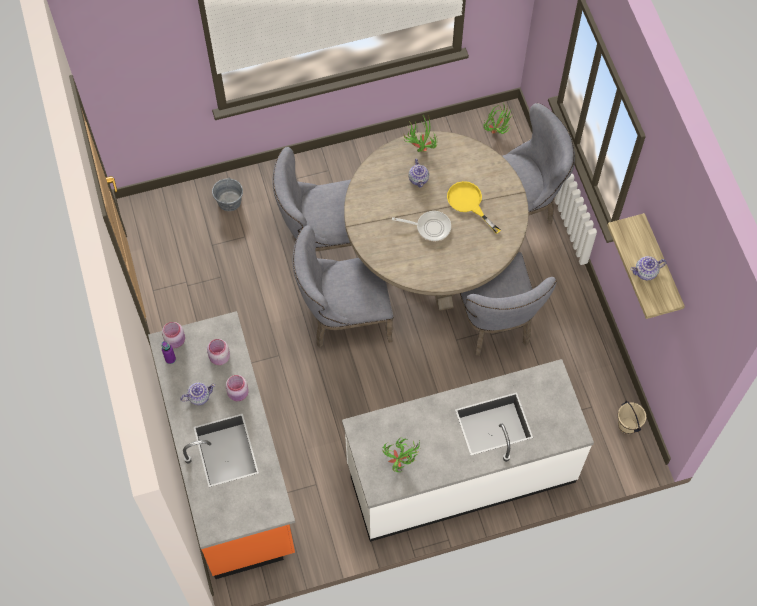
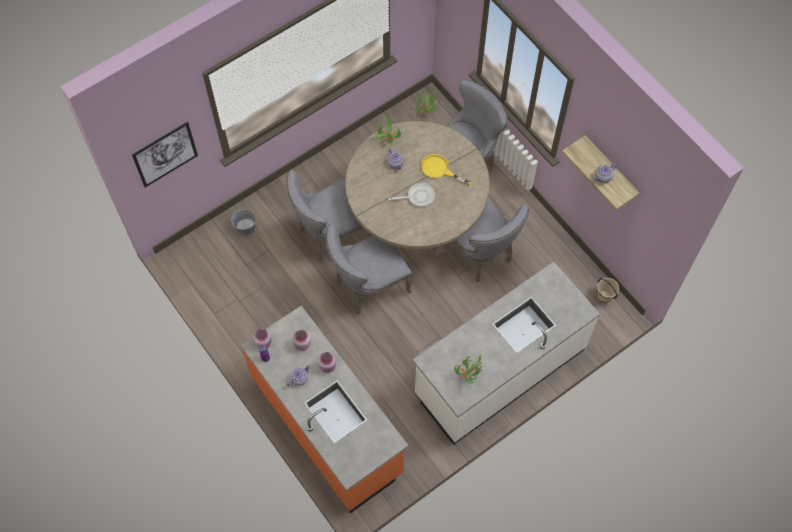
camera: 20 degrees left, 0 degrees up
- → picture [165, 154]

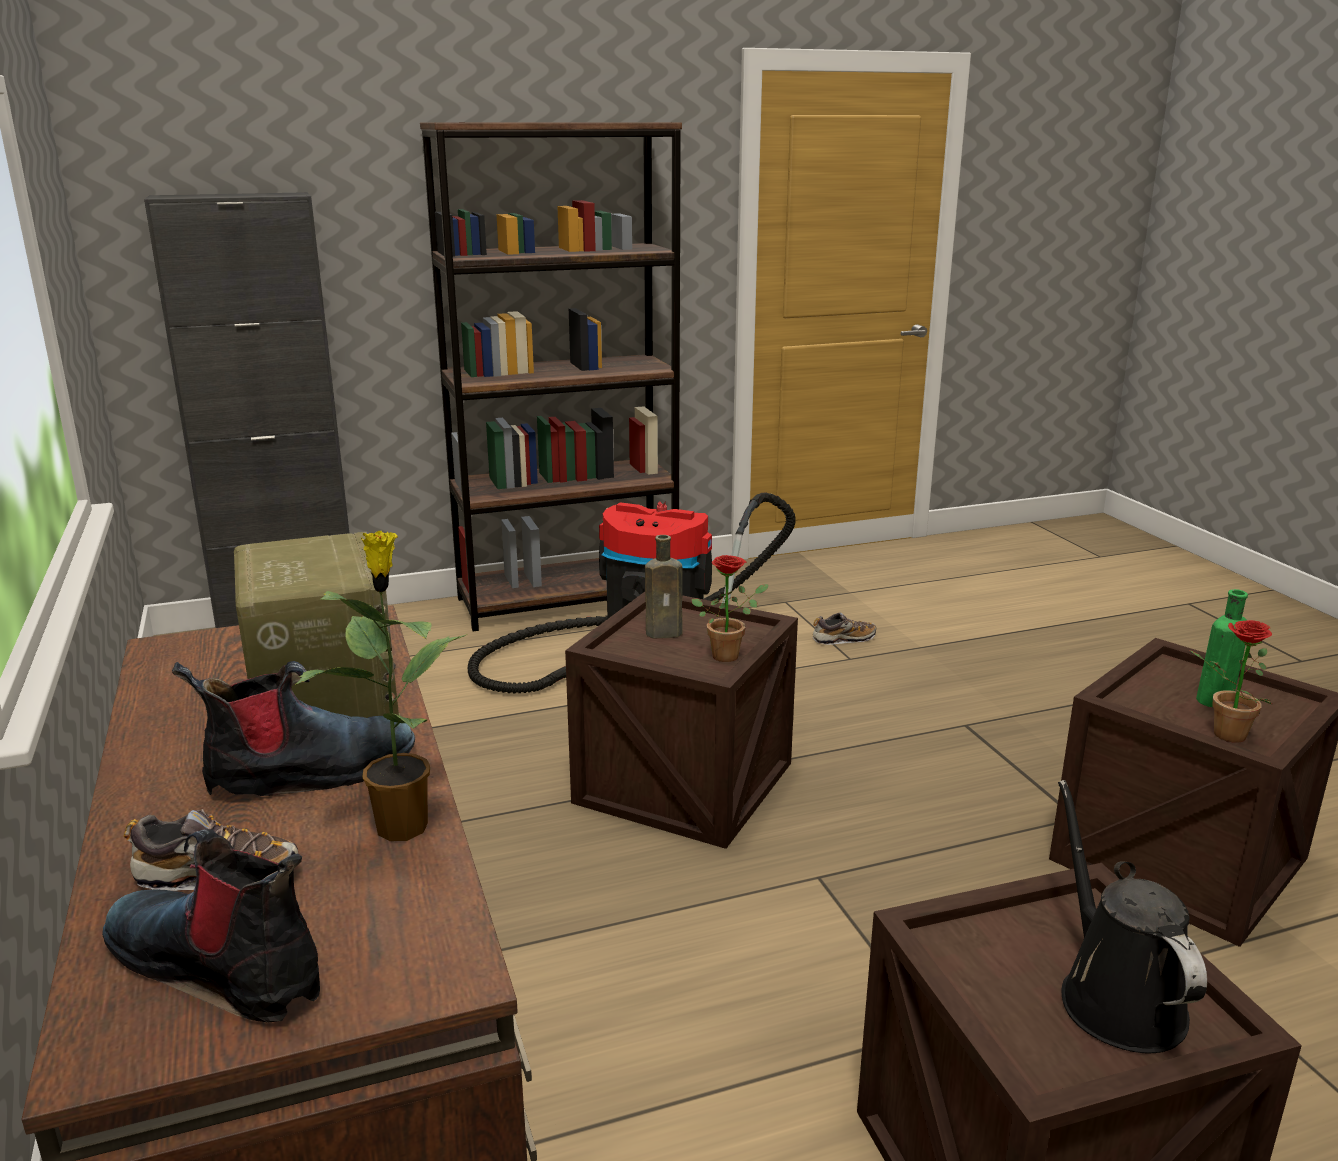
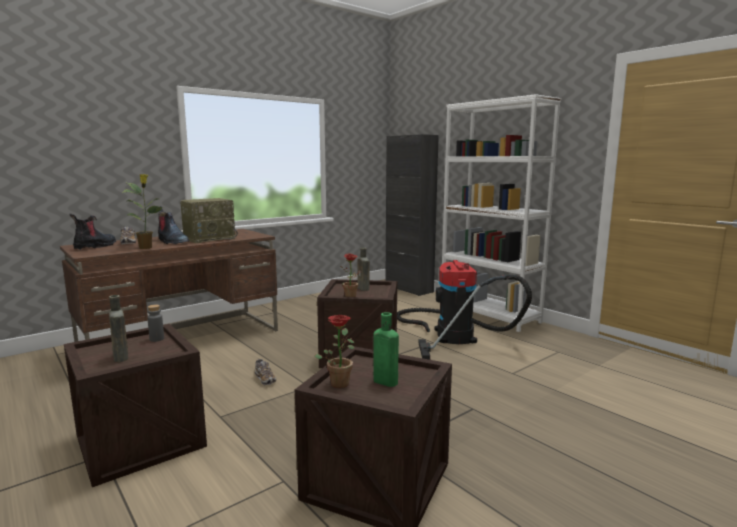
camera: 70 degrees right, 10 degrees down
bookcase in brown [568, 600] → bookcase in white [489, 315]
shoe [843, 639] → shoe [265, 379], shifted
watering can in black [1115, 996] → bottle in brown [121, 358]
- → bottle in grey [157, 339]

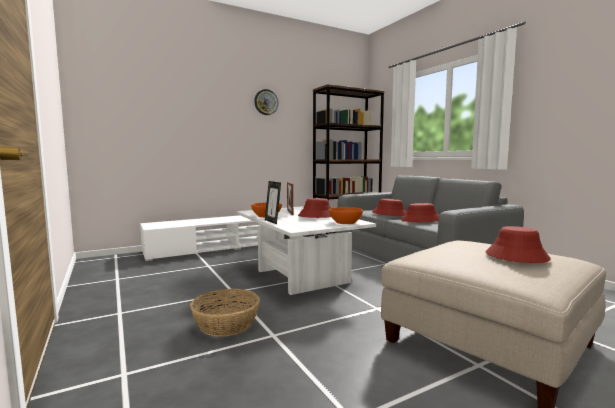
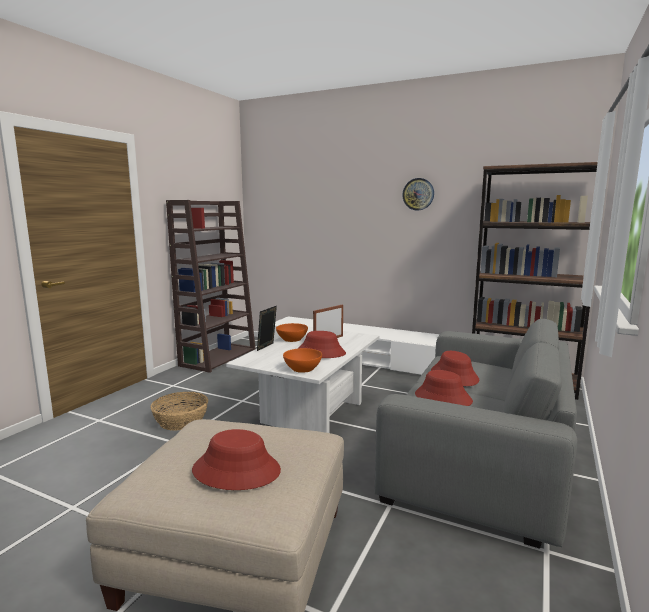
camera: 55 degrees right, 5 degrees up
- → bookcase in brown [218, 357]

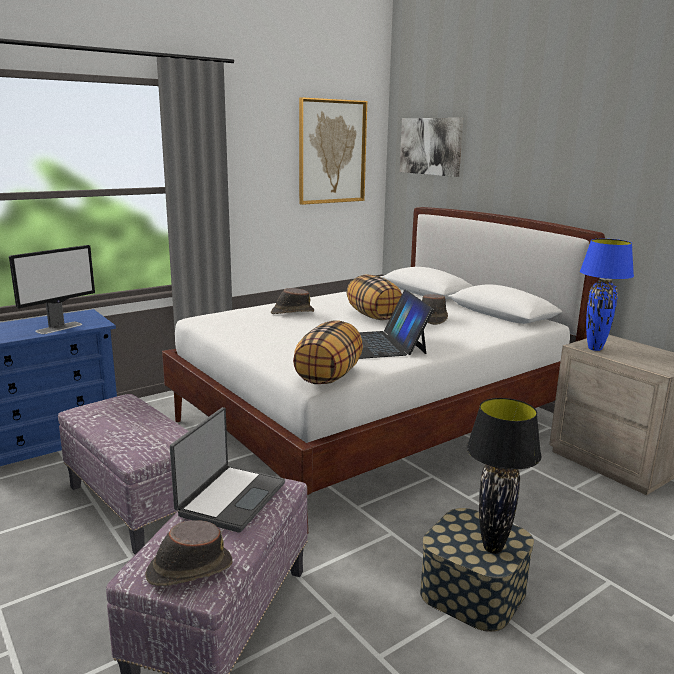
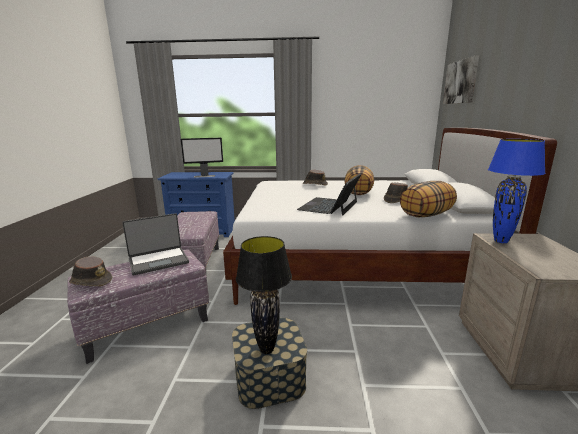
camera: 40 degrees right, 0 degrees up
pillow [329, 376] → pillow [426, 215], shifted
picture [332, 152] → -

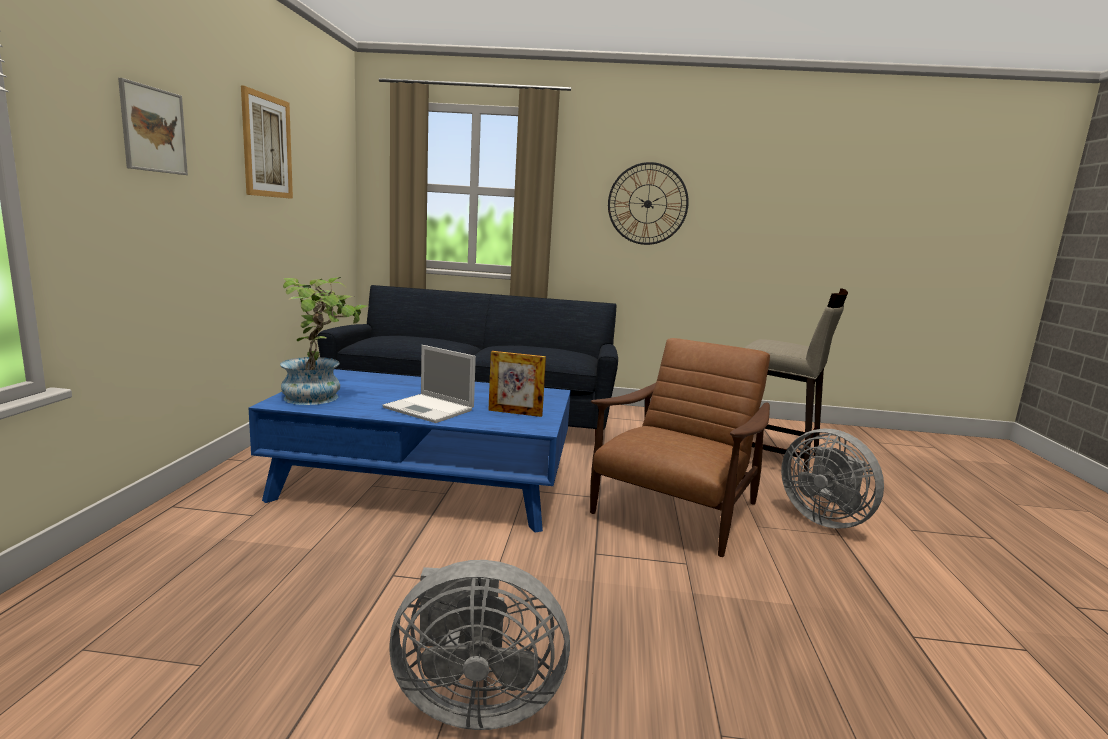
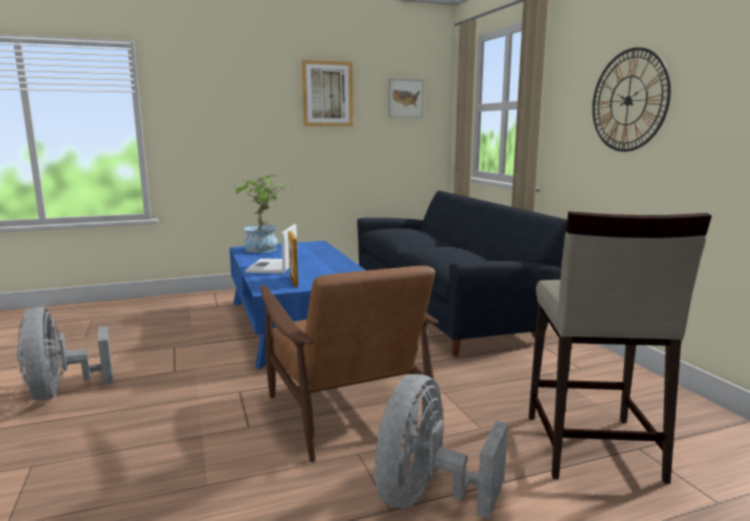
camera: 65 degrees right, 0 degrees up
picture [153, 130] → picture [405, 98], shifted
armchair in brown [675, 511] → armchair in brown [347, 409], 60 degrees clockwise

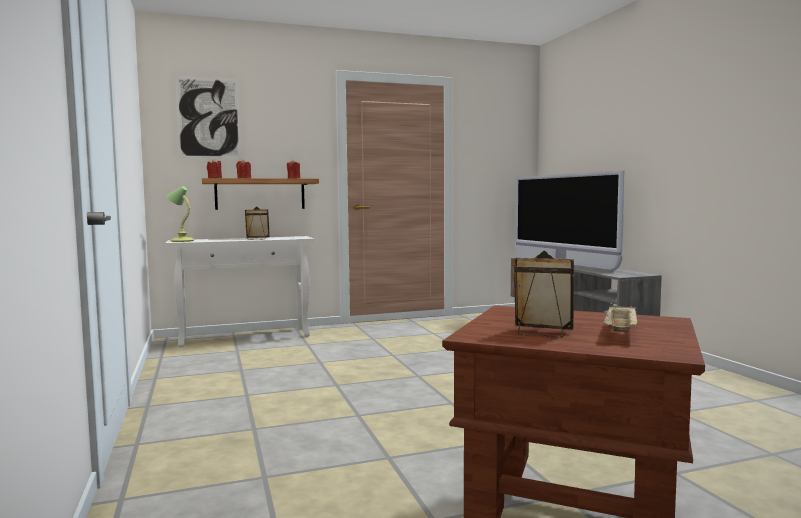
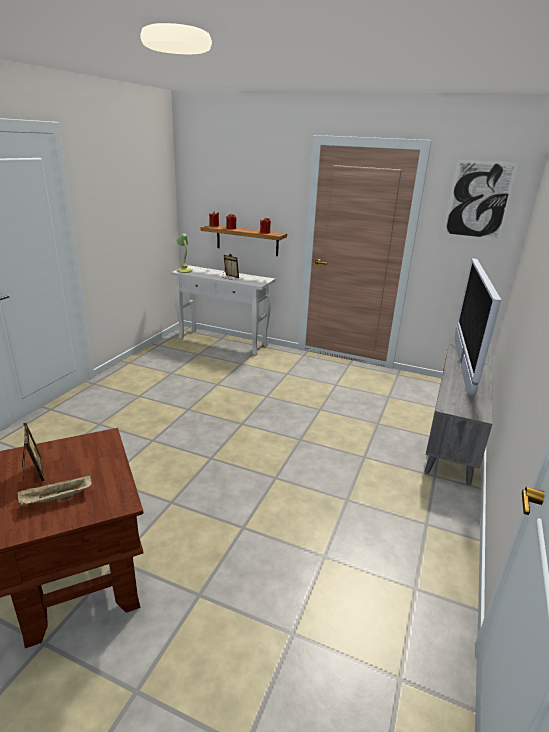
camera: 40 degrees right, 20 degrees up
picture [208, 118] → picture [478, 200], shifted

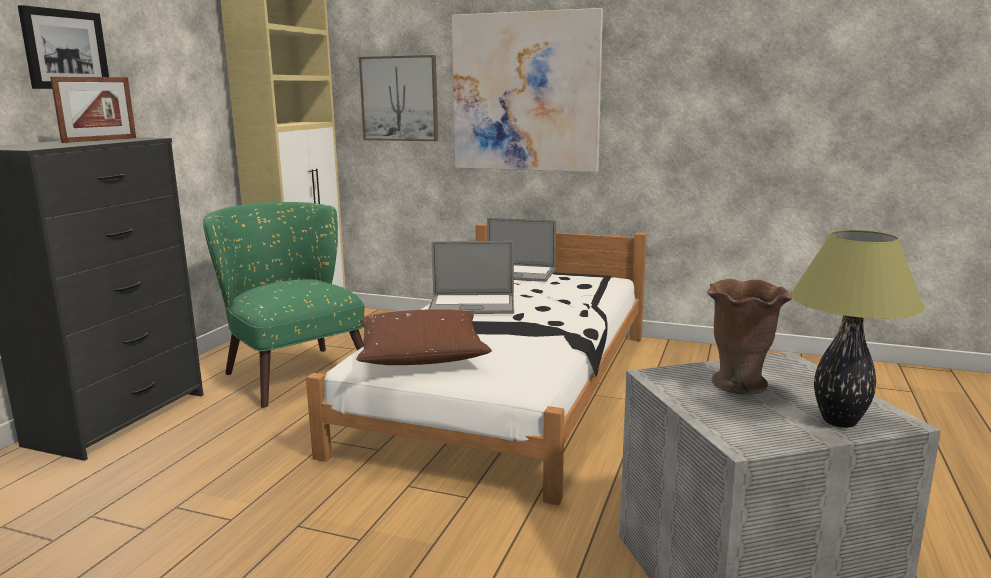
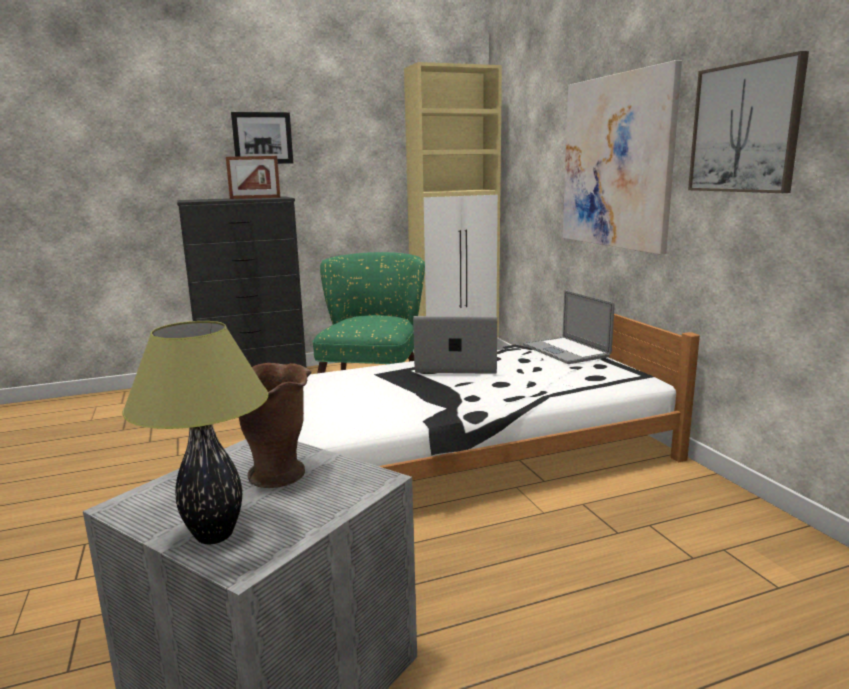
camera: 50 degrees right, 0 degrees up
pillow in brown [421, 355] → -
picture [400, 98] → picture [745, 128], shifted
laptop [472, 305] → laptop [456, 365], 135 degrees clockwise

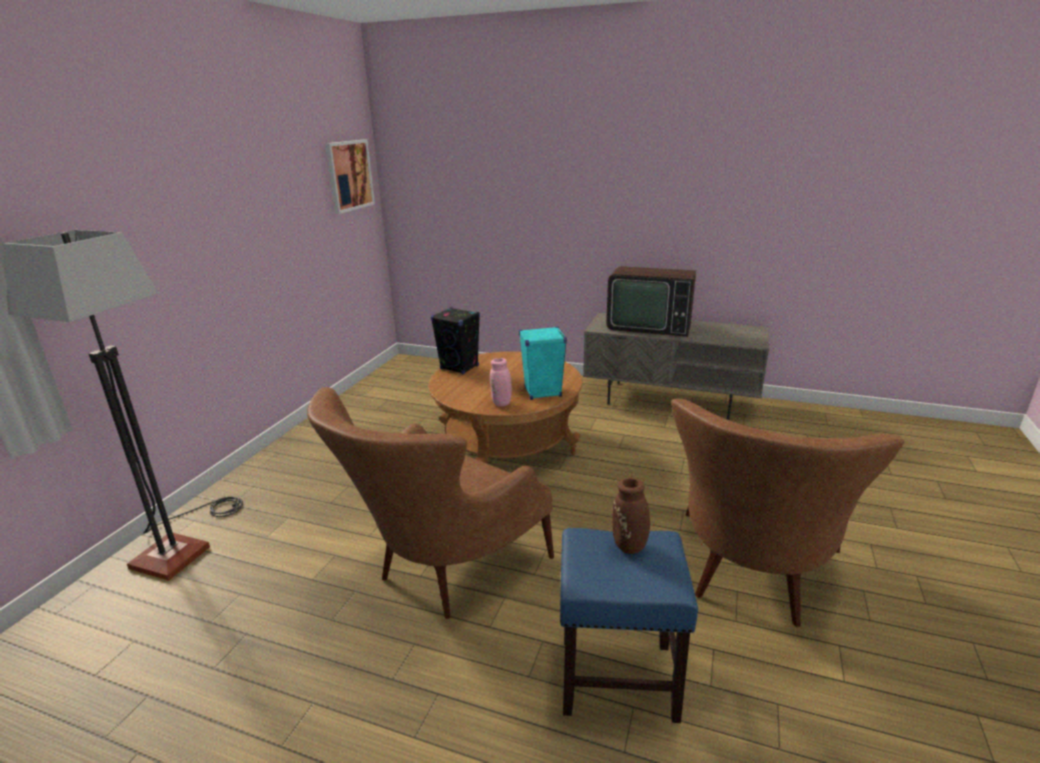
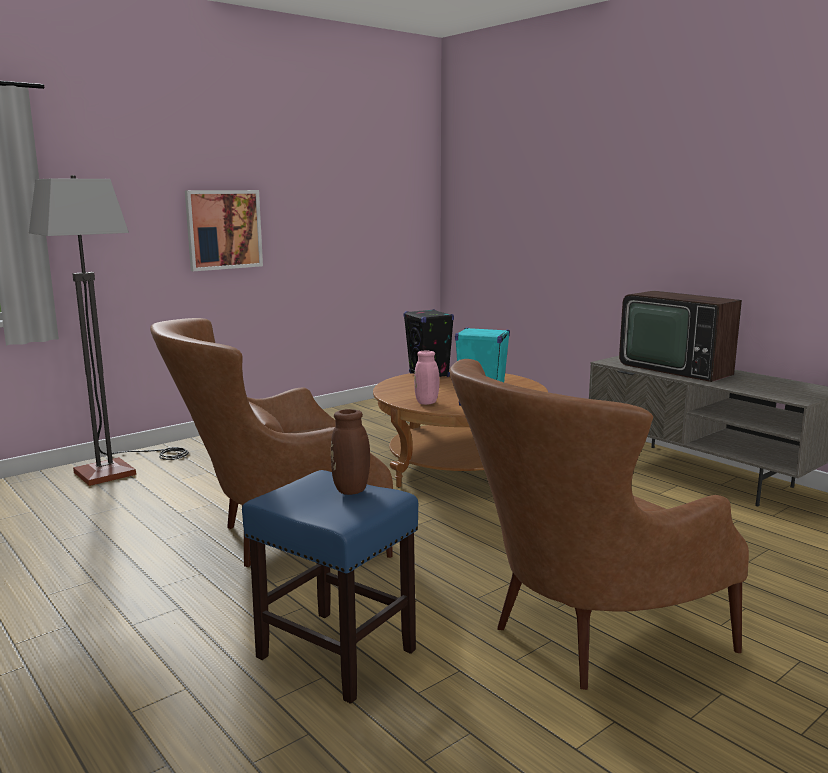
camera: 30 degrees right, 10 degrees down
picture [349, 175] → picture [224, 229], shifted

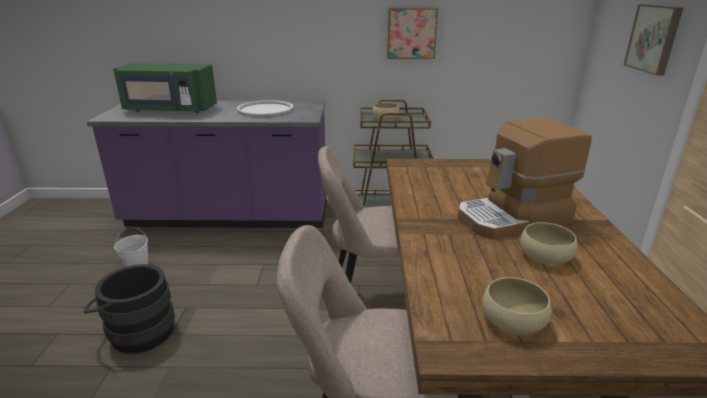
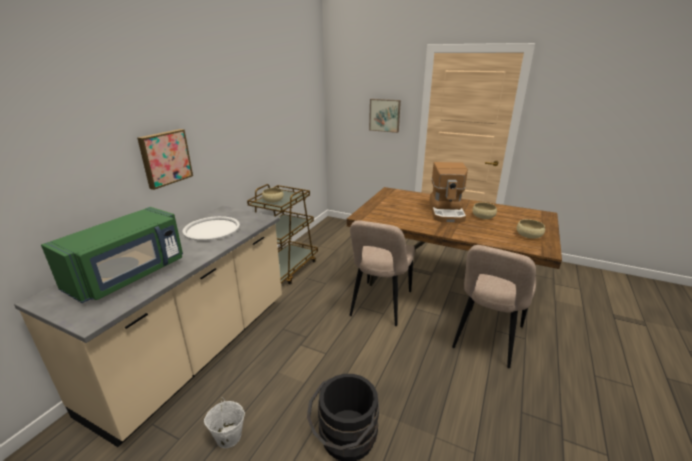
camera: 65 degrees left, 0 degrees up
counter in purple [229, 217] → counter in beige [197, 351]
picture [411, 33] → picture [165, 158], shifted

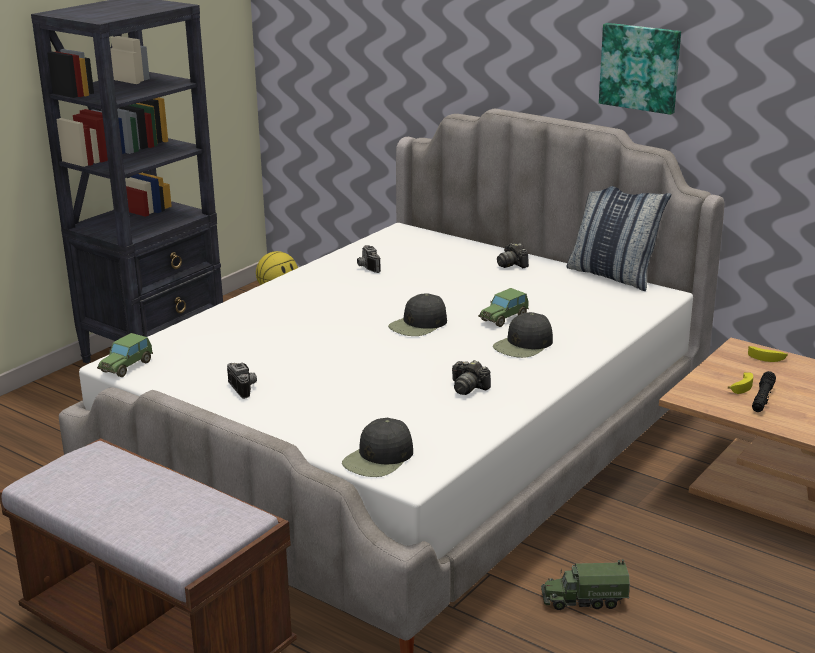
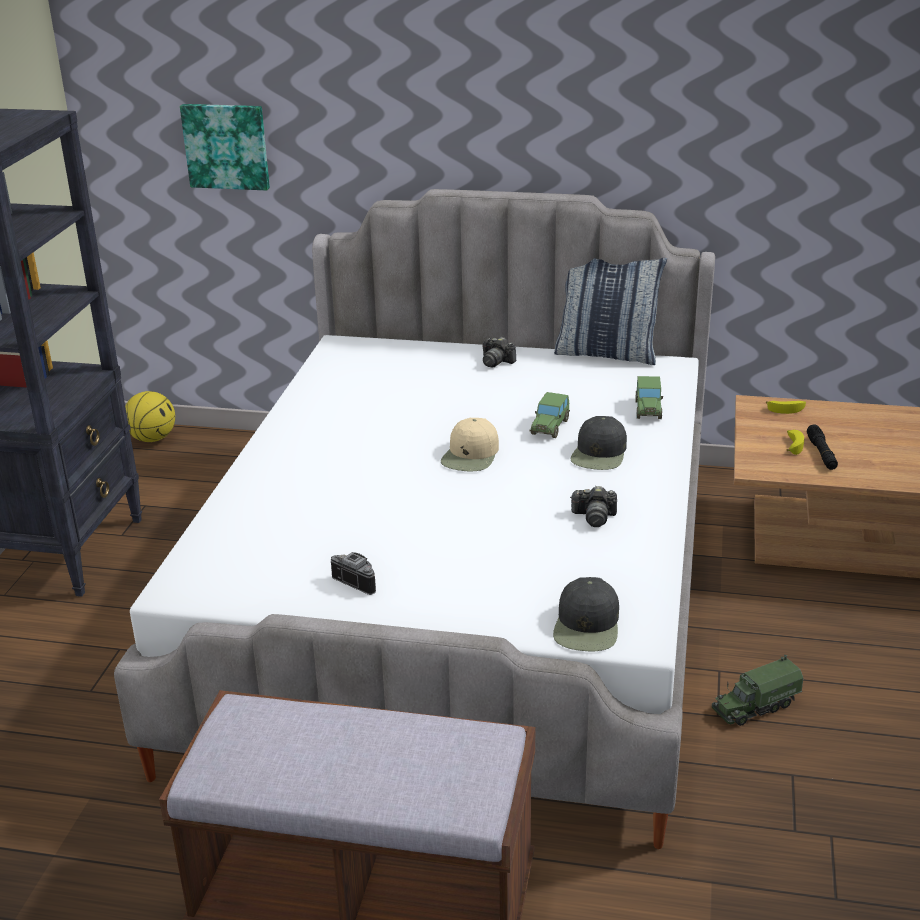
camera: 25 degrees left, 5 degrees up
toy car [127, 366] → toy car [648, 409], shifted
photo camera [366, 267] → -
cap in black [418, 325] → cap in beige [471, 455]
picture [640, 67] → picture [226, 146], shifted

